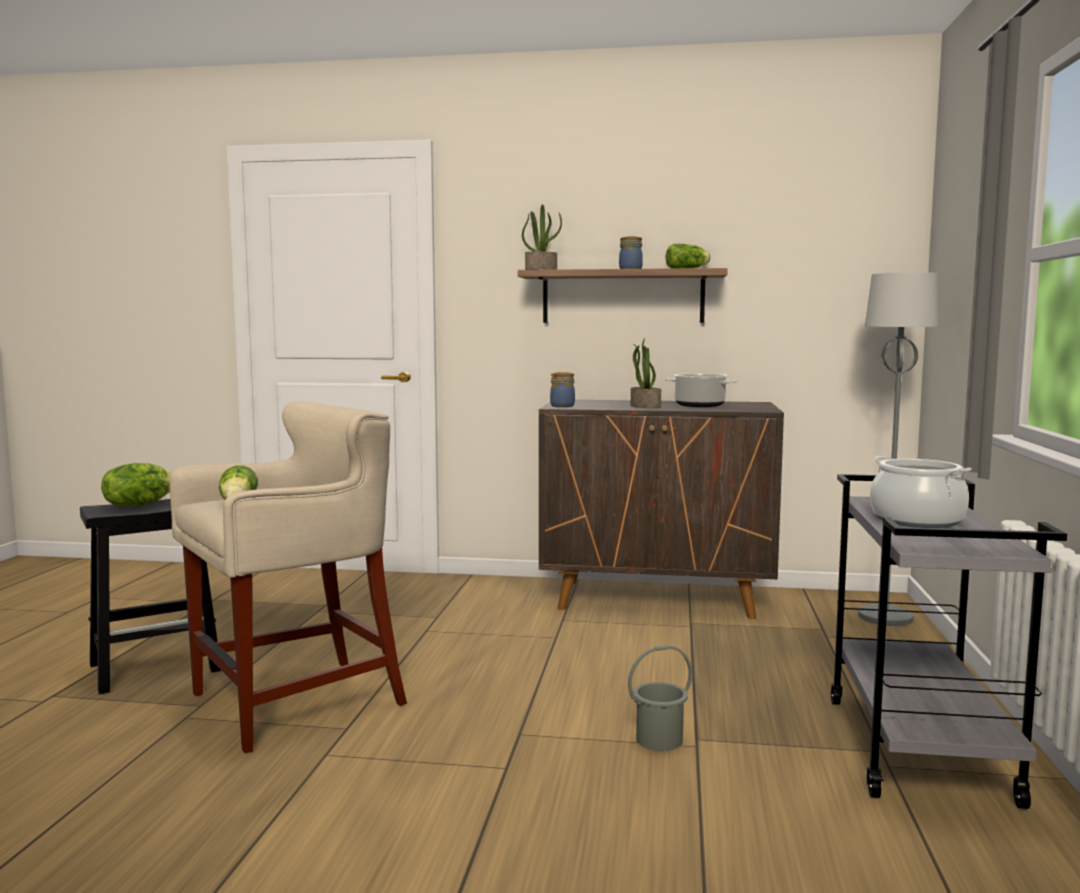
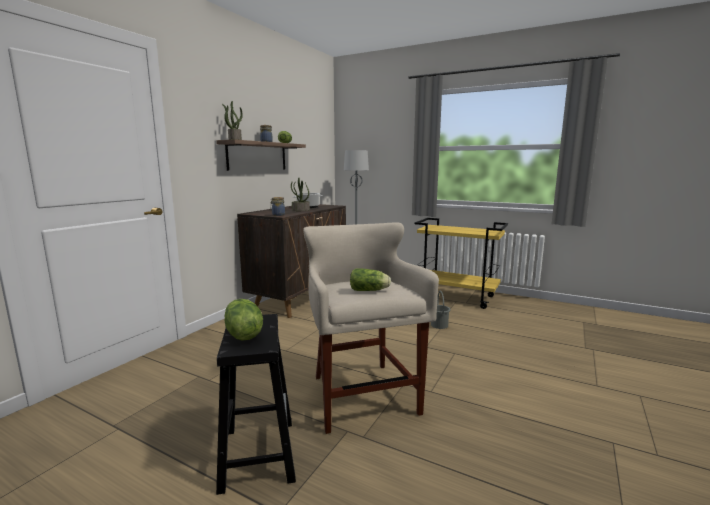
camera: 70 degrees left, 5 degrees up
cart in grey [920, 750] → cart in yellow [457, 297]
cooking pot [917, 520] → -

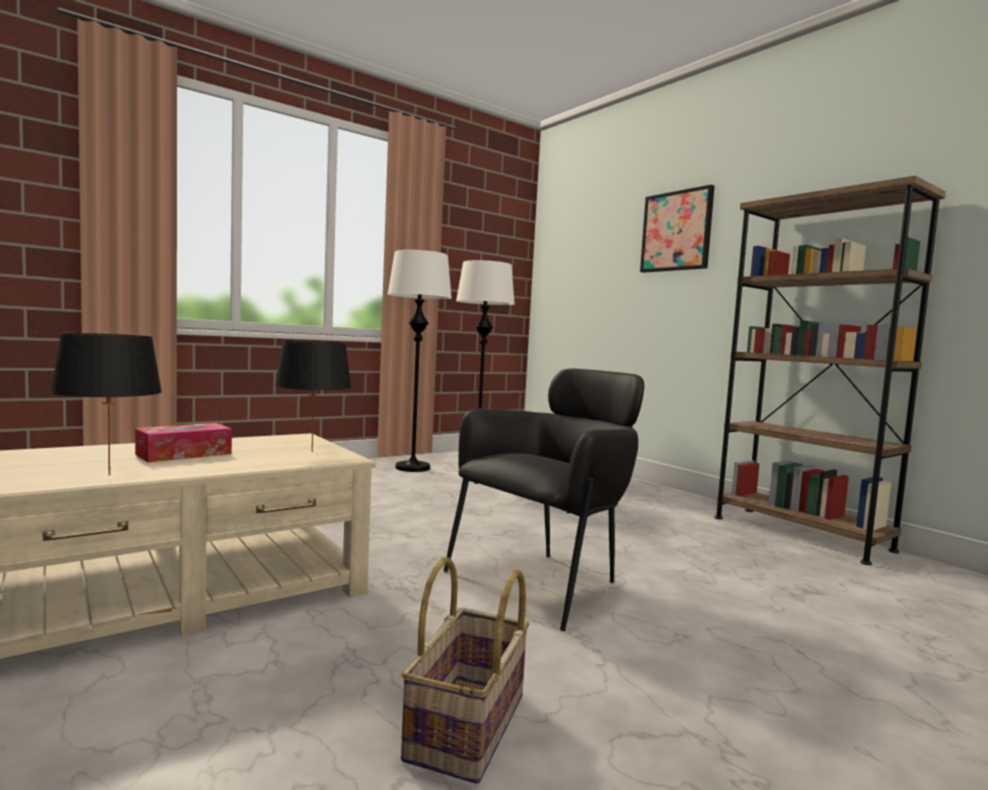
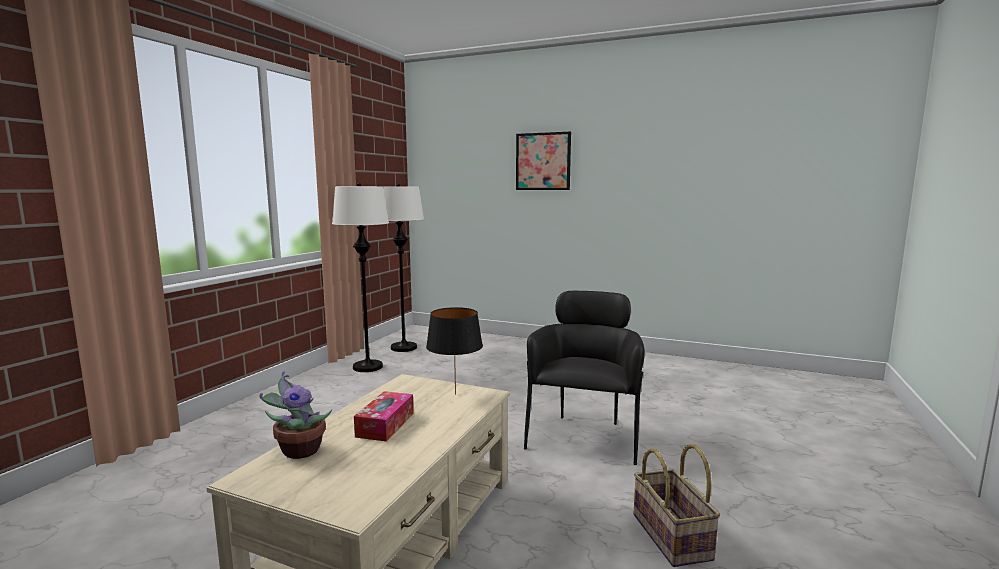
camera: 30 degrees left, 5 degrees up
table lamp in black [109, 475] → -
bookcase in brown [800, 533] → -
- → potted plant [299, 451]

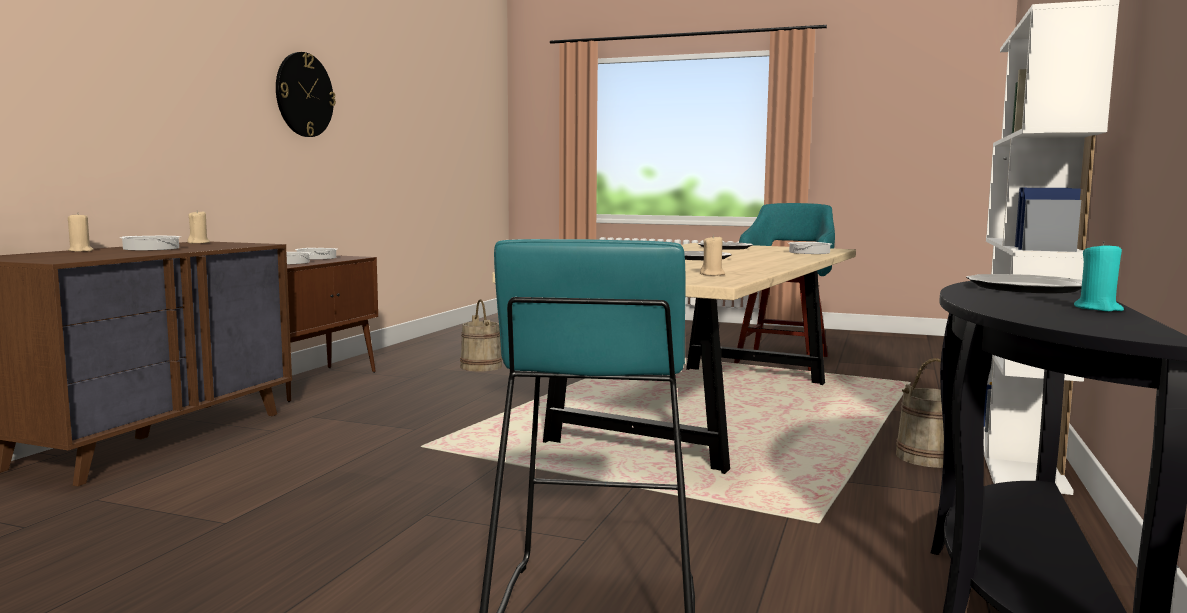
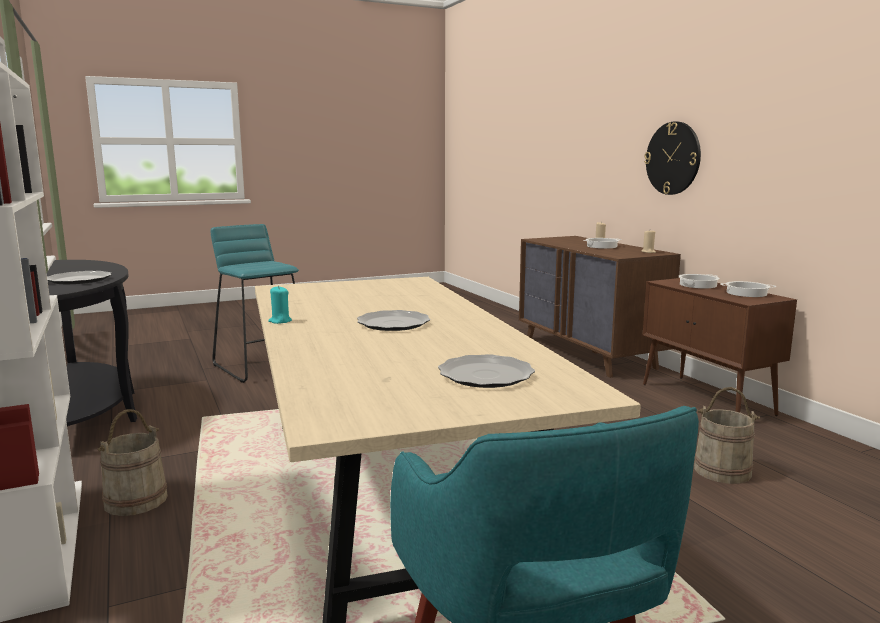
camera: 135 degrees right, 5 degrees up
wall clock [304, 95] → wall clock [673, 158], shifted
candle in beige [712, 274] → -
cooking pot [809, 252] → -
candle in turquoise [1098, 309] → candle in turquoise [280, 321], shifted

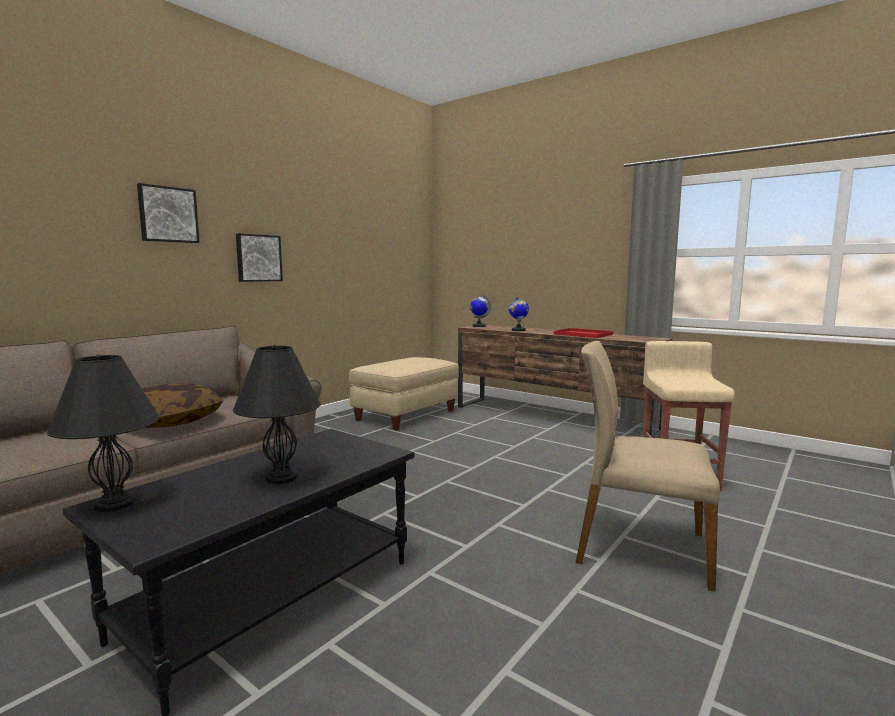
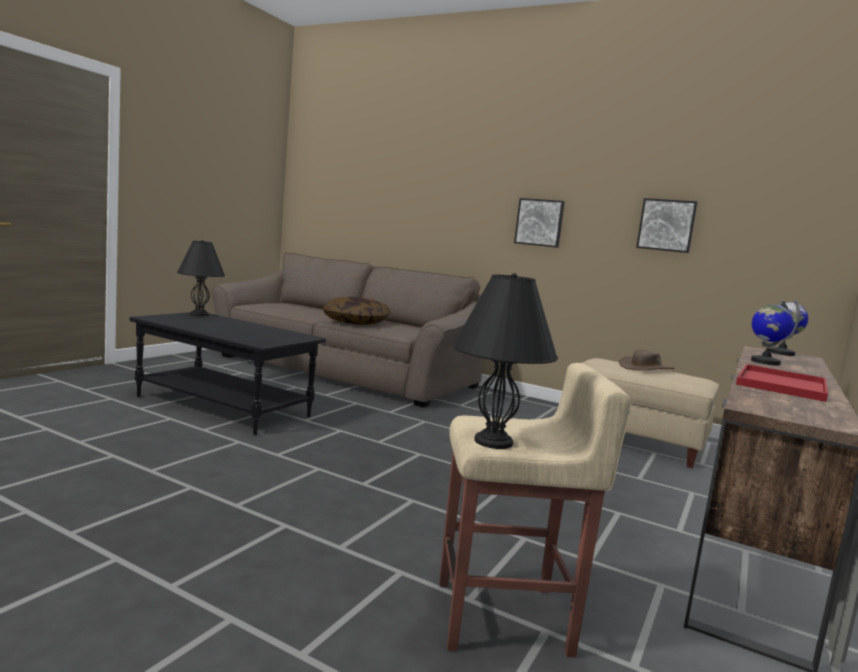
camera: 80 degrees right, 0 degrees up
picture [168, 214] → picture [666, 225], shifted
table lamp in black [281, 478] → table lamp in black [492, 442], shifted
chair in beige [639, 548] → -
- → hat in brown [646, 368]

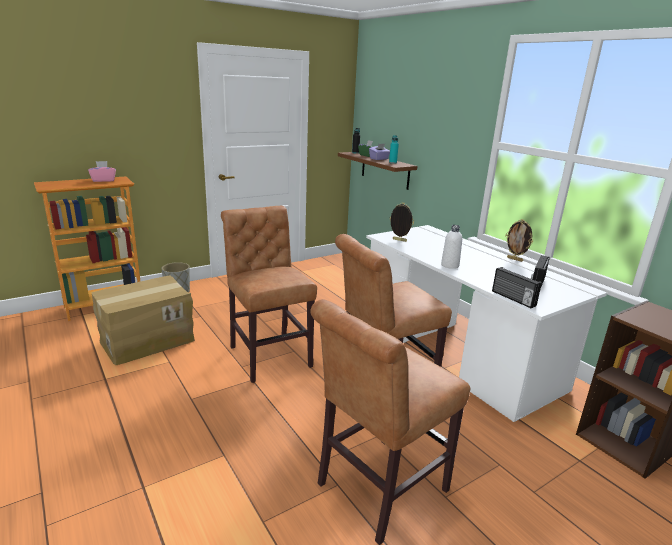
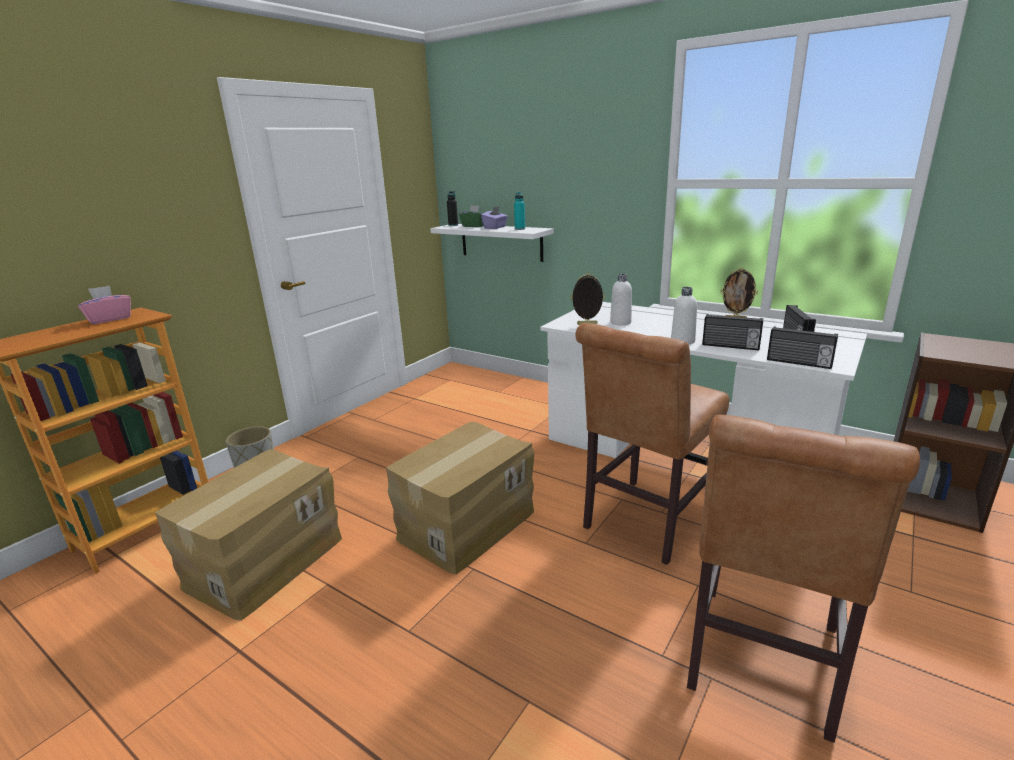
camera: 20 degrees left, 0 degrees up
chair in brown [268, 354] → cardboard box [465, 524]
shelf in brown [385, 170] → shelf in white [501, 242]
- → bottle in white [620, 322]
- → radio [730, 346]

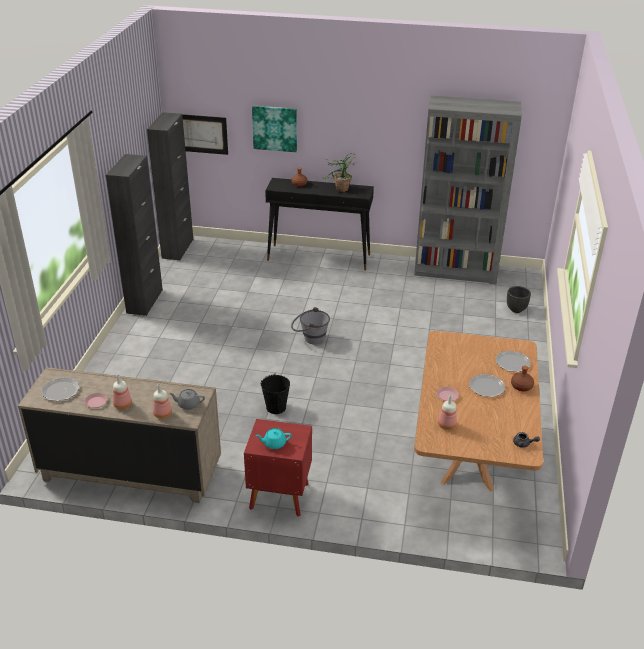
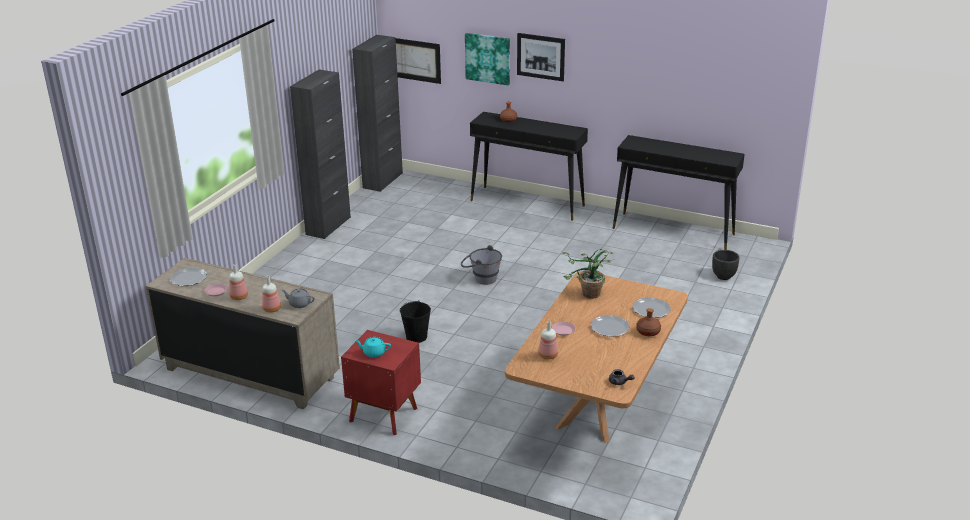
camera: 15 degrees right, 5 degrees down
potted plant [340, 190] → potted plant [587, 295], shifted
bookcase in grey [456, 271] → console table in black [673, 231]
- → picture [540, 56]

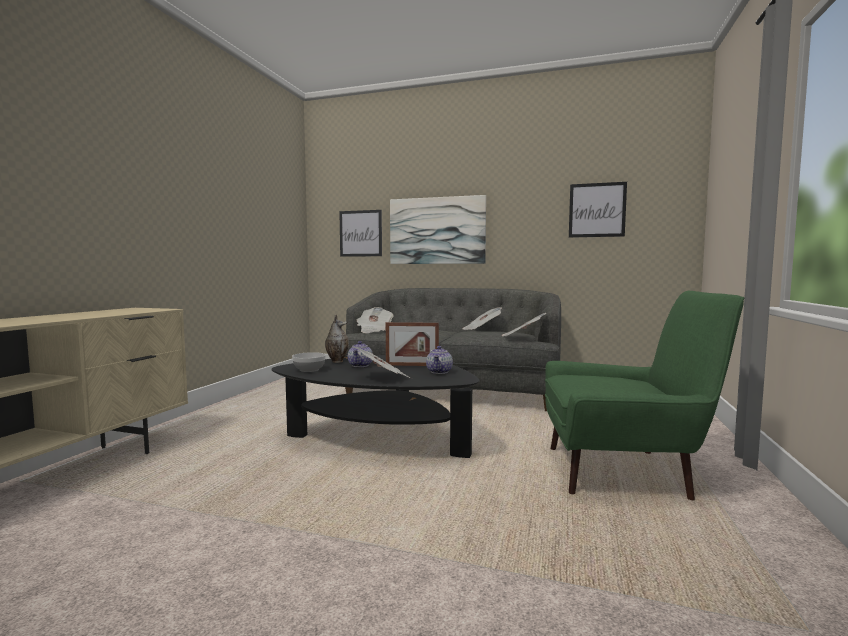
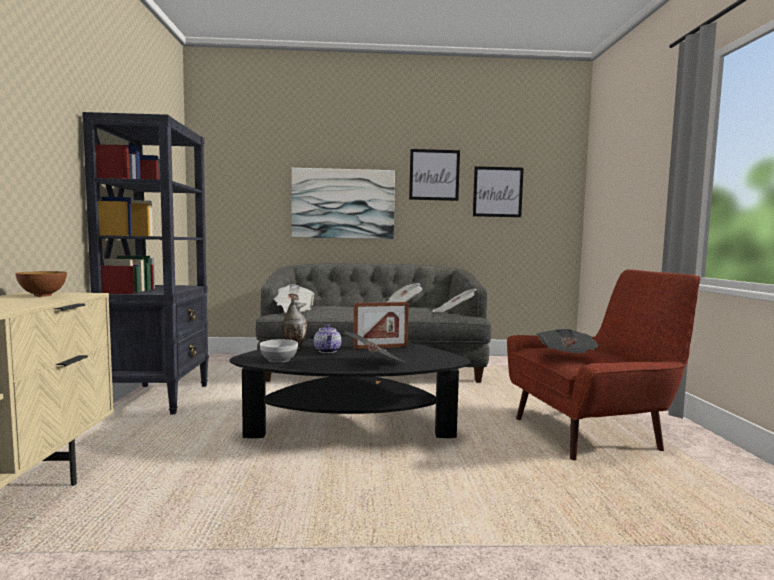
camera: 20 degrees left, 0 degrees up
picture [360, 233] → picture [434, 175], shifted
teapot [440, 372] → -
armchair in green [624, 472] → armchair in red [592, 433]
- → bowl [43, 295]
- → bookcase in black [159, 398]
- → newspaper [567, 358]

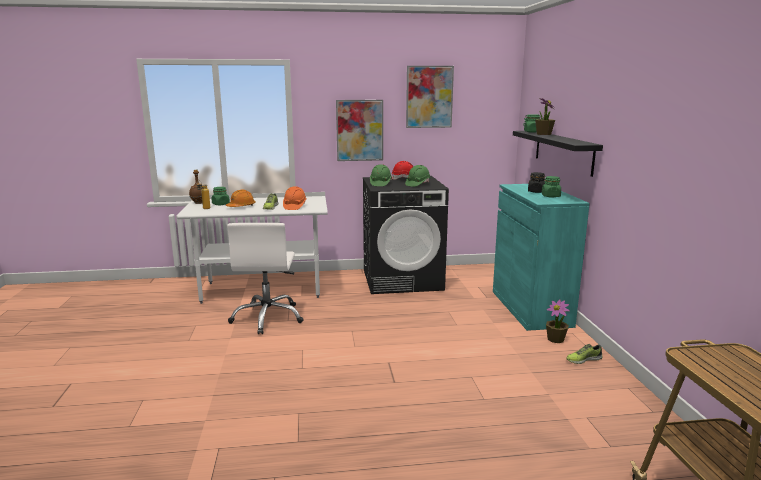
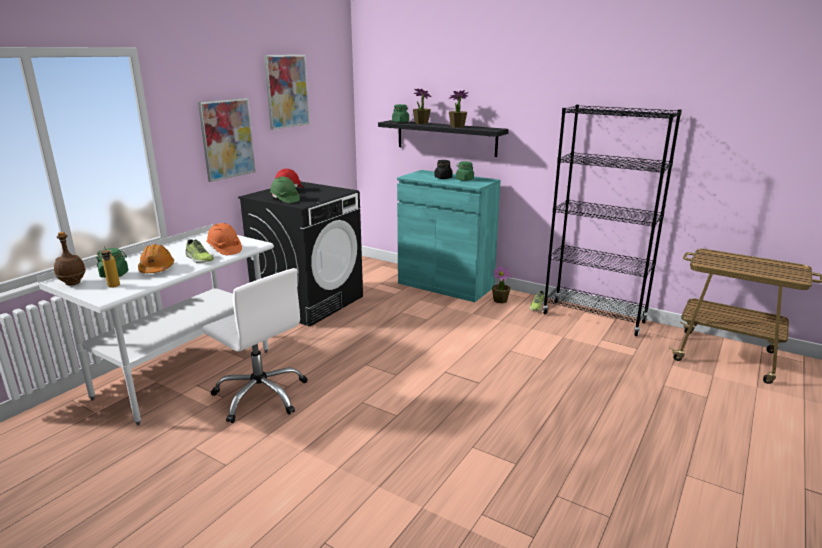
camera: 50 degrees left, 5 degrees up
hard hat in green [417, 184] → -
- → potted plant [457, 126]
- → bookcase in black [594, 318]

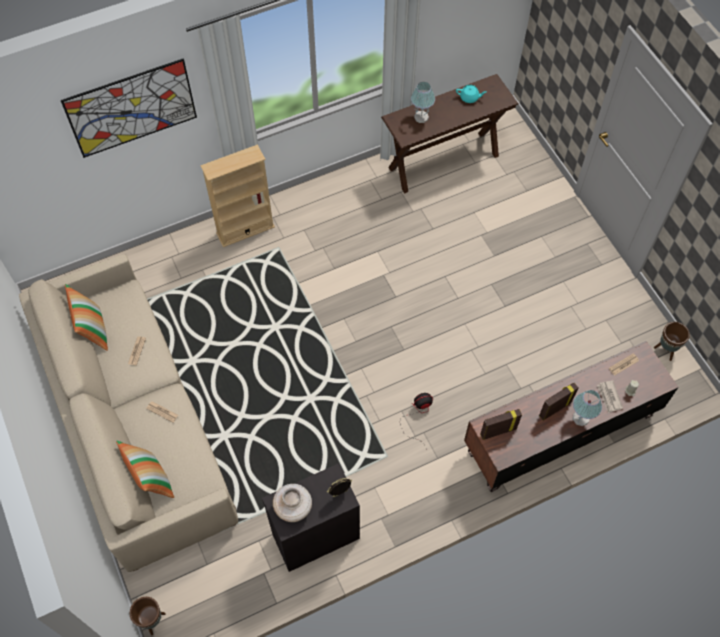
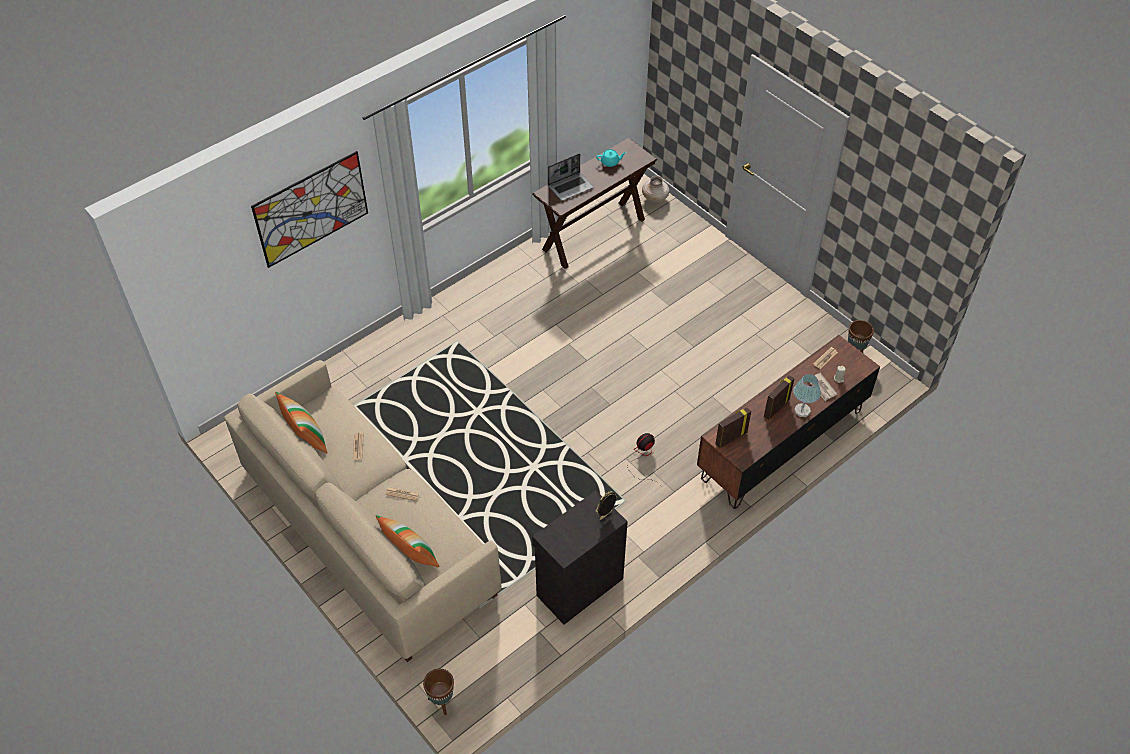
camera: 15 degrees left, 10 degrees down
bookcase in beige [245, 230] → -
vase in beige [293, 507] → vase in beige [655, 198], shifted
table lamp [421, 117] → laptop [570, 187]

